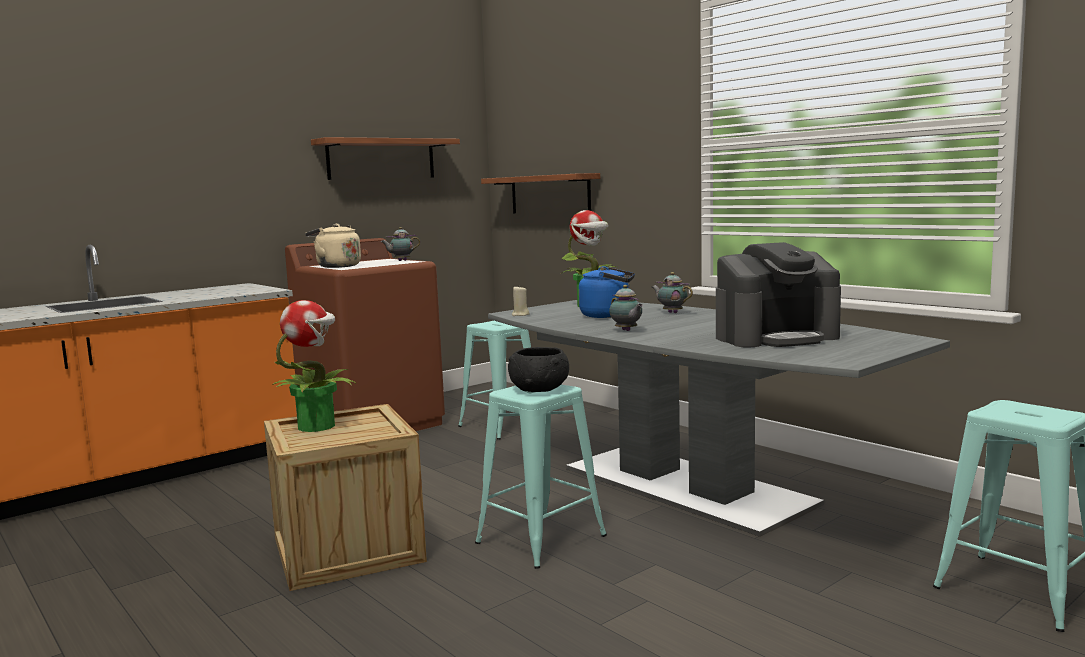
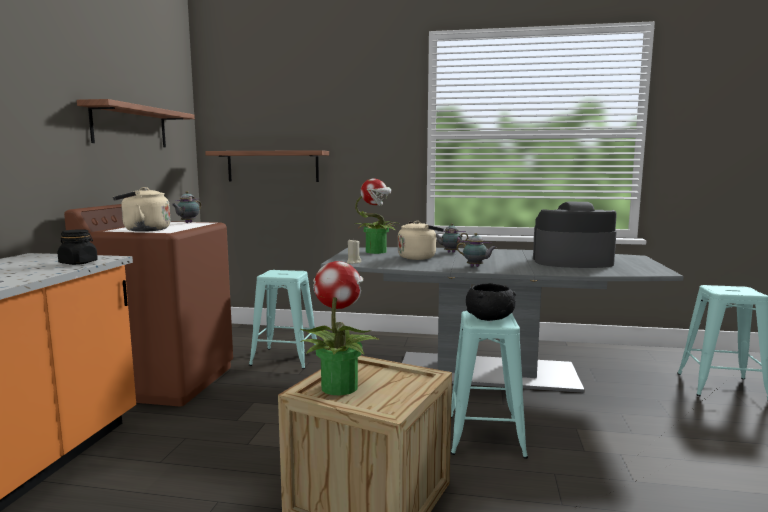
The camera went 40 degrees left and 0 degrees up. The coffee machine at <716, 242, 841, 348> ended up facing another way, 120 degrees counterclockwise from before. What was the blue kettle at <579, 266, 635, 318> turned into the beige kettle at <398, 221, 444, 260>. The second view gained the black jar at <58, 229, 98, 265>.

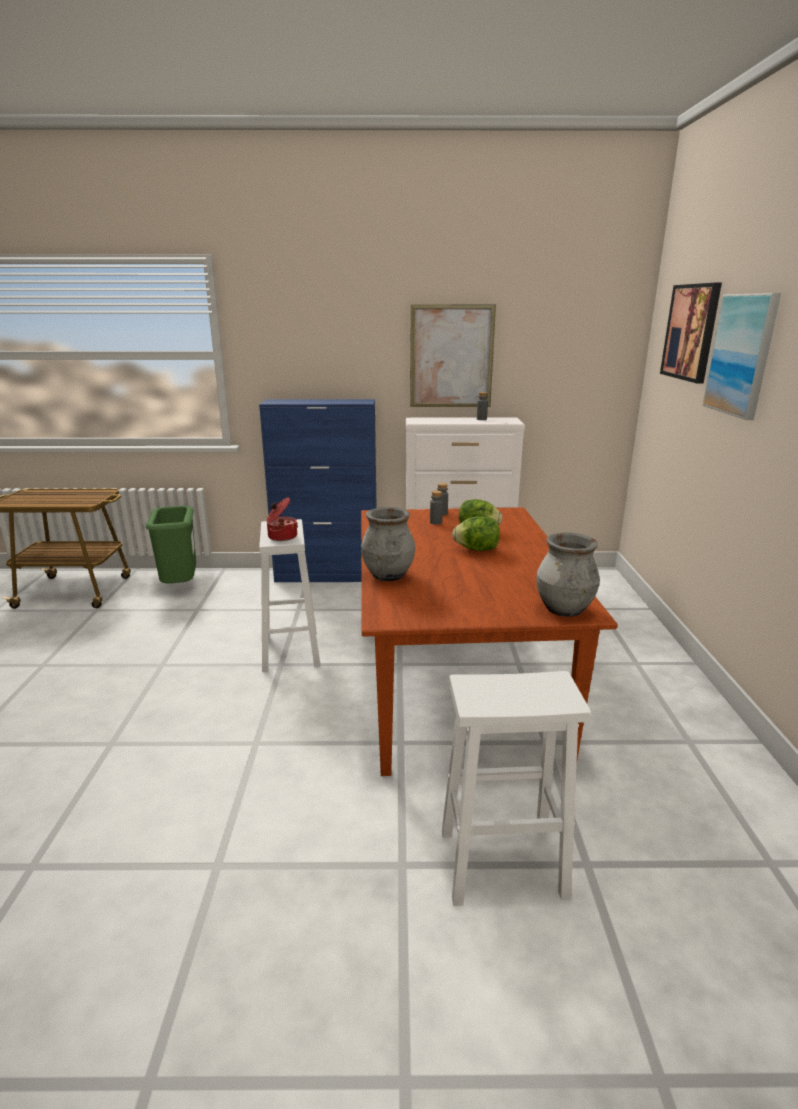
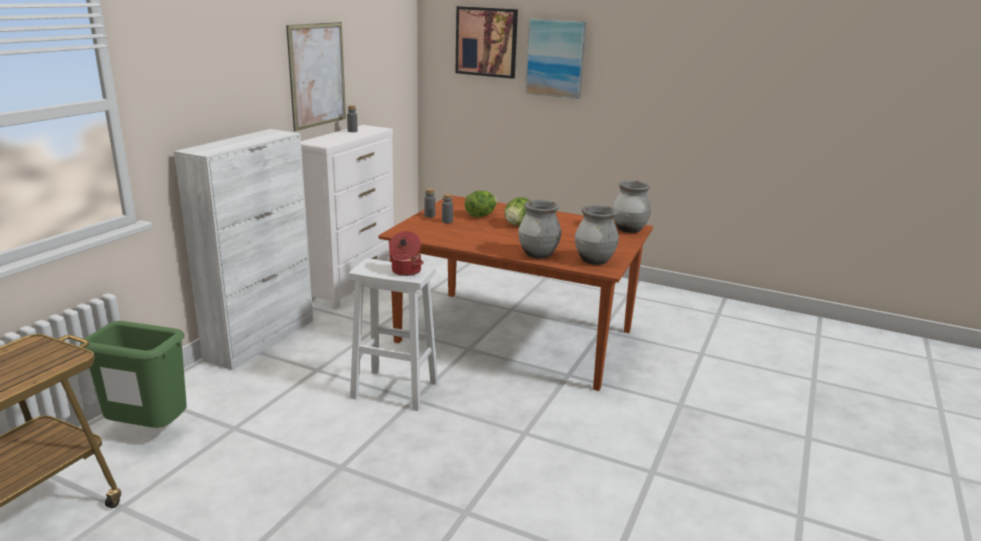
The camera went 65 degrees left and 0 degrees up. What was the blue cabinet at <259, 399, 377, 582> turned into the white cabinet at <174, 129, 313, 370>. The second view lost the white stool at <442, 671, 591, 906>. The second view gained the grey vase at <575, 205, 619, 265>.

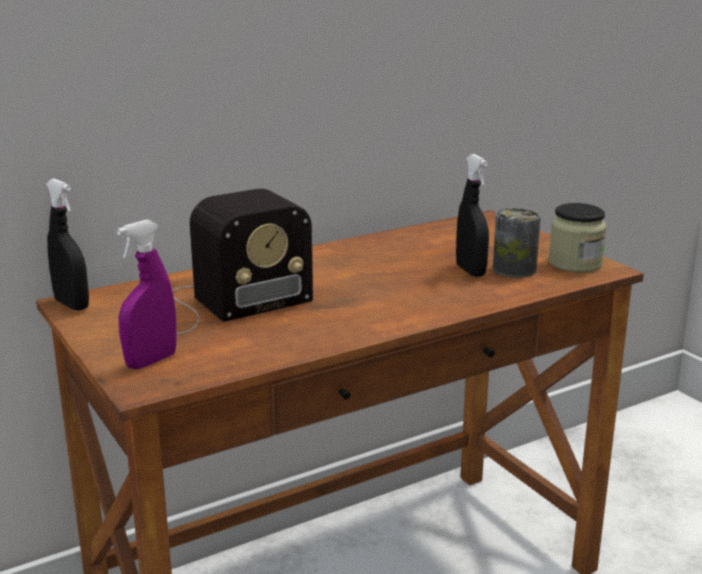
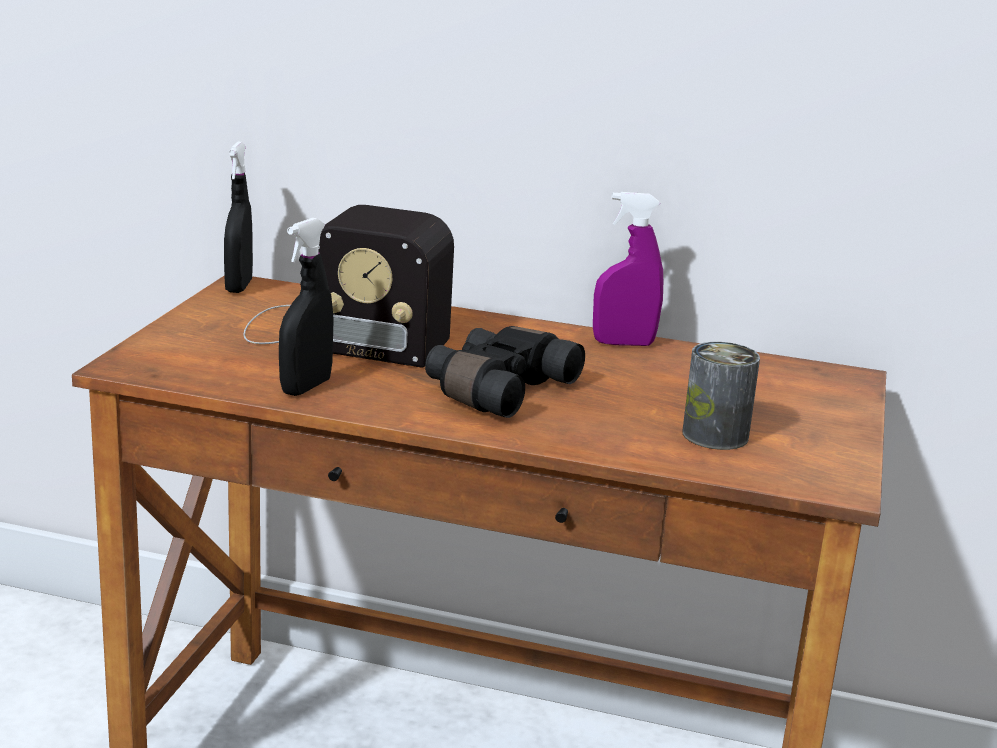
The camera went 45 degrees right and 0 degrees up. The black spray bottle ended up elsewhere, having gone from <456, 154, 489, 277> to <279, 218, 334, 396>. The second view lost the jar at <548, 203, 607, 273>. The purple spray bottle ended up elsewhere, having gone from <117, 220, 176, 369> to <593, 192, 663, 346>. The second view gained the black binoculars at <425, 326, 585, 418>.

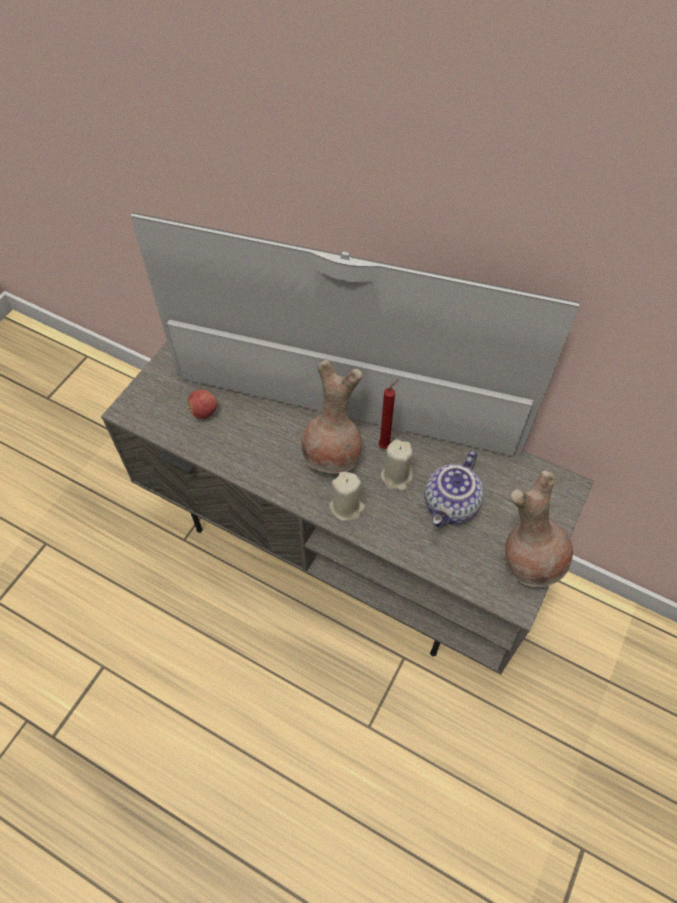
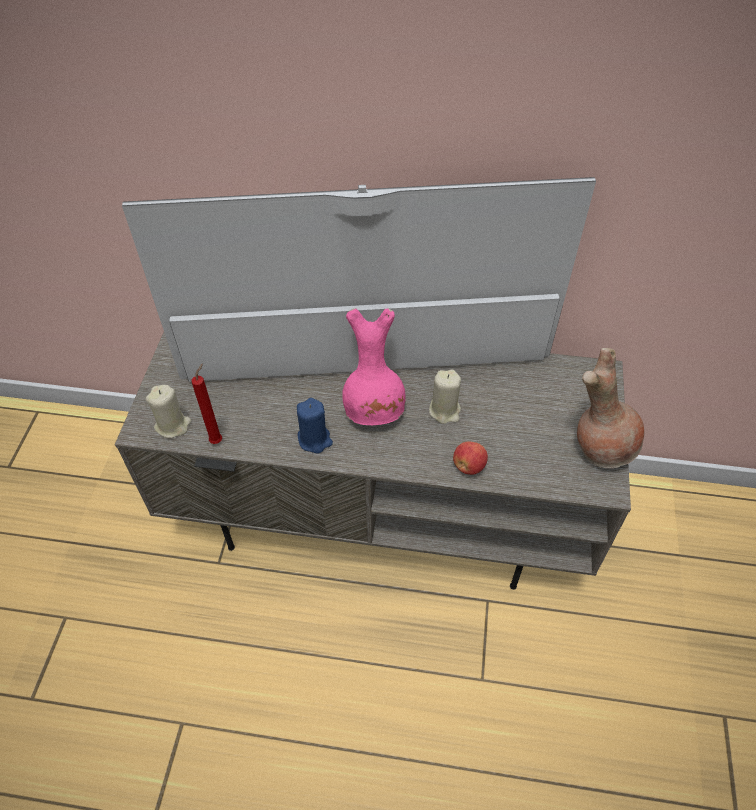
The camera went 20 degrees left and 5 degrees down. What was the brown vase at <301, 360, 362, 473> turned into the pink vase at <342, 308, 406, 426>. The red candle ended up elsewhere, having gone from <379, 379, 399, 449> to <191, 363, 222, 444>. The apple ended up elsewhere, having gone from <188, 390, 217, 419> to <453, 441, 488, 475>. The second view lost the teapot at <424, 451, 484, 527>. The beige candle ended up elsewhere, having gone from <329, 472, 366, 521> to <146, 385, 191, 438>. The second view gained the blue candle at <297, 398, 333, 454>.

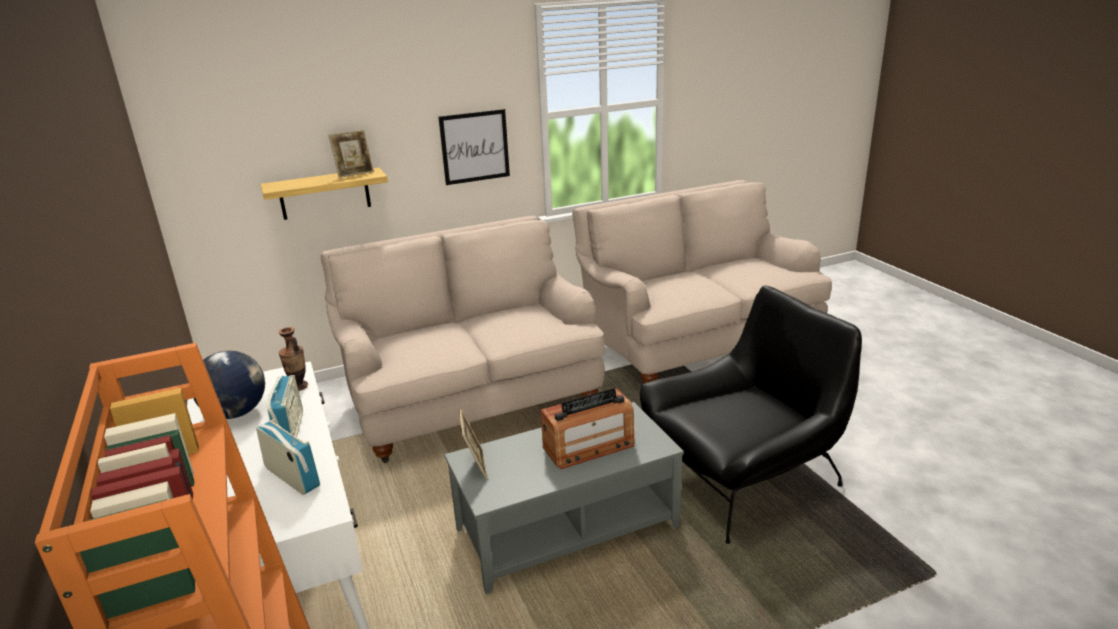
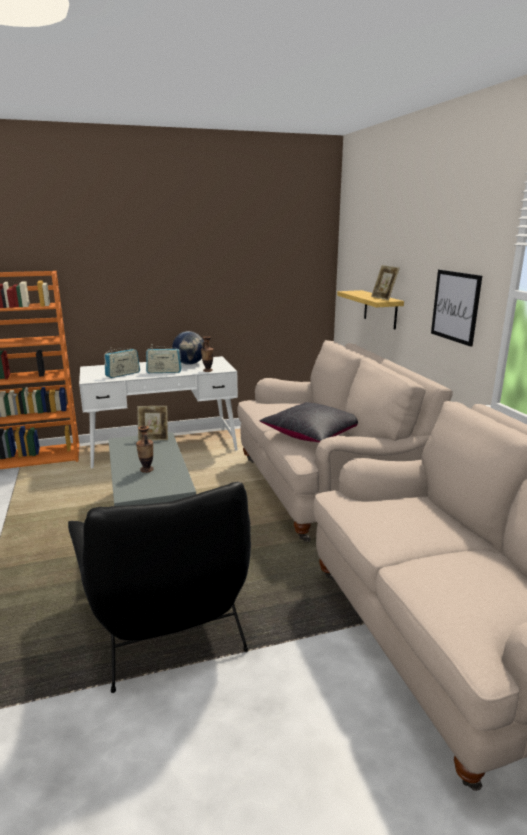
The camera went 95 degrees right and 5 degrees down. Where the radio stood at <541, 388, 635, 469>, the vase came to stand at <136, 426, 153, 473>. The second view gained the black pillow at <259, 402, 358, 443>.

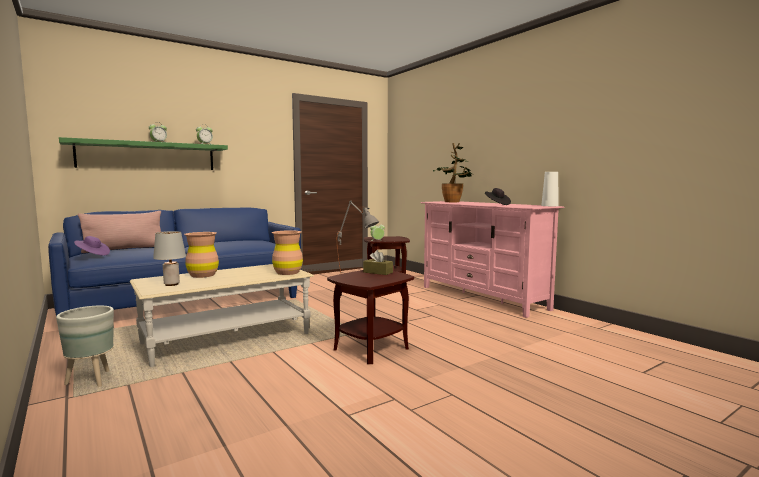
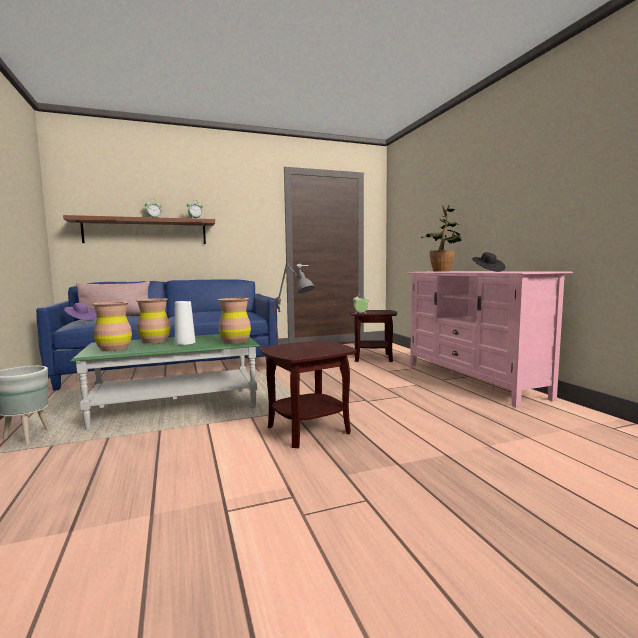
The camera went 15 degrees right and 0 degrees up. What was the green shelf at <59, 137, 228, 170> turned into the brown shelf at <63, 215, 215, 244>. The white vase ended up elsewhere, having gone from <541, 172, 559, 206> to <175, 301, 195, 345>. Where the grey table lamp stood at <153, 231, 186, 286>, the brown vase came to stand at <92, 302, 132, 351>. The second view lost the brown tissue box at <363, 250, 393, 275>. What was the beige coffee table at <130, 264, 314, 367> turned into the green coffee table at <71, 334, 259, 429>.

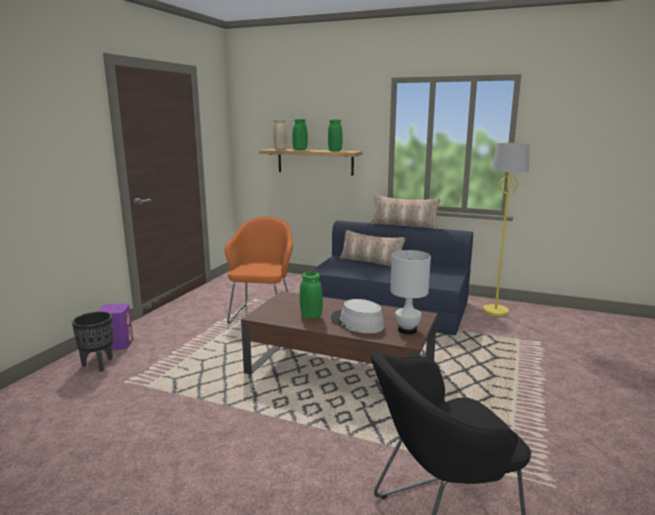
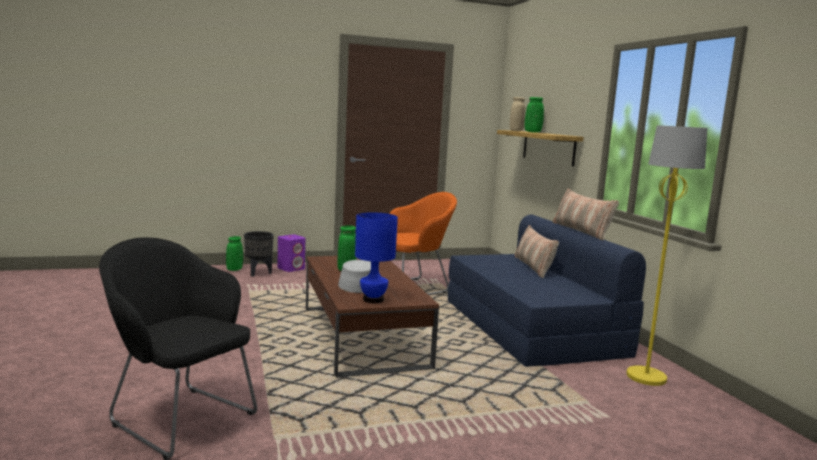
The camera went 50 degrees right and 5 degrees down. The green vase ended up elsewhere, having gone from <328, 119, 342, 151> to <226, 236, 243, 271>. What was the white table lamp at <391, 250, 431, 334> turned into the blue table lamp at <355, 212, 398, 303>.

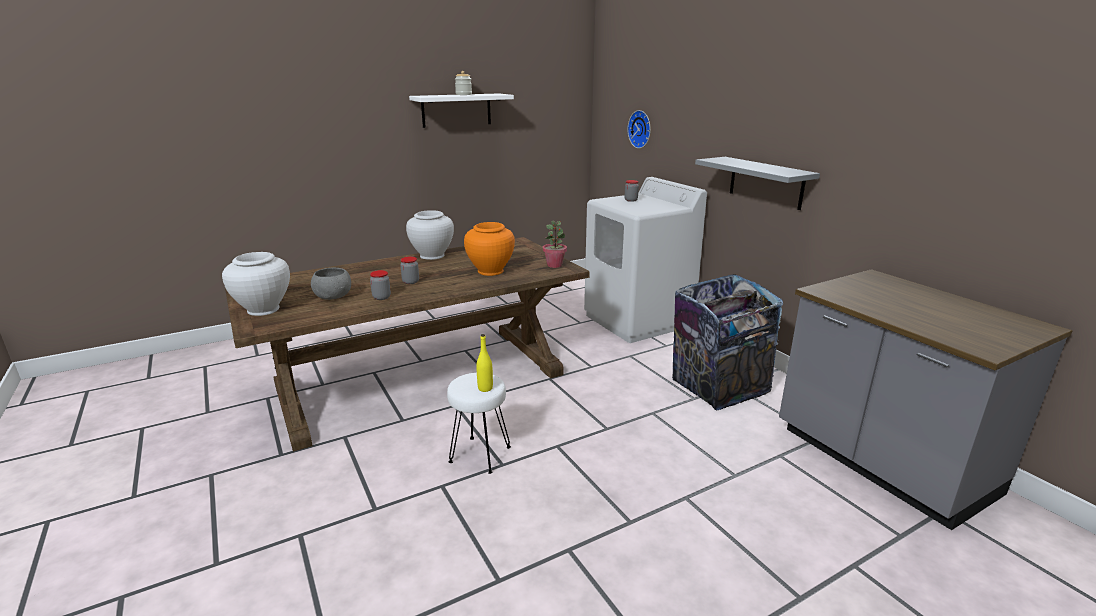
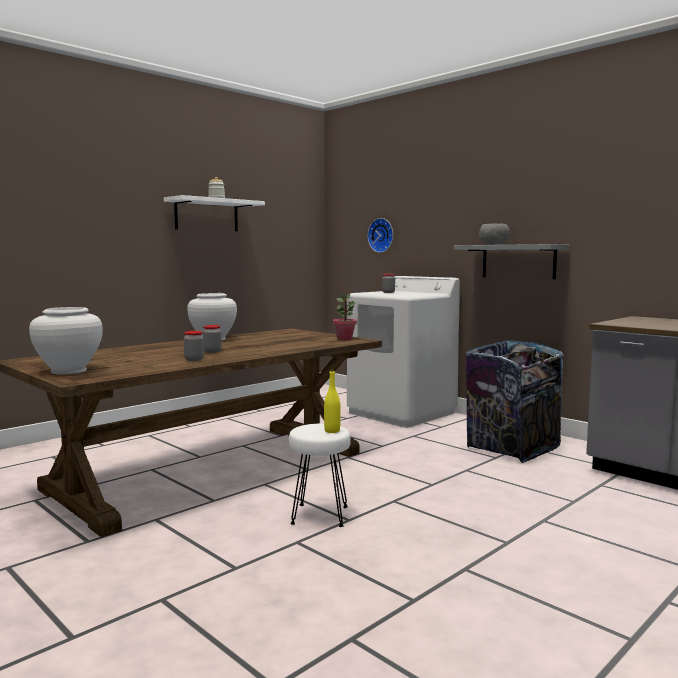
The camera went 15 degrees left and 15 degrees down. The second view lost the orange vase at <464, 222, 515, 276>. The grey bowl ended up elsewhere, having gone from <311, 267, 351, 300> to <479, 224, 510, 245>.

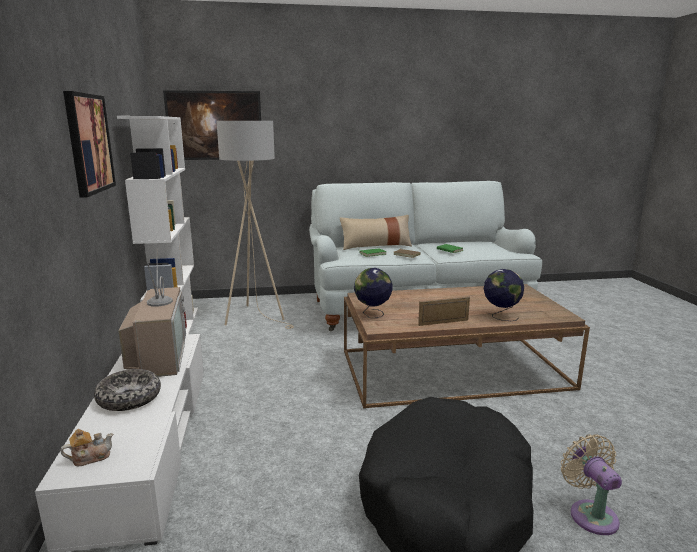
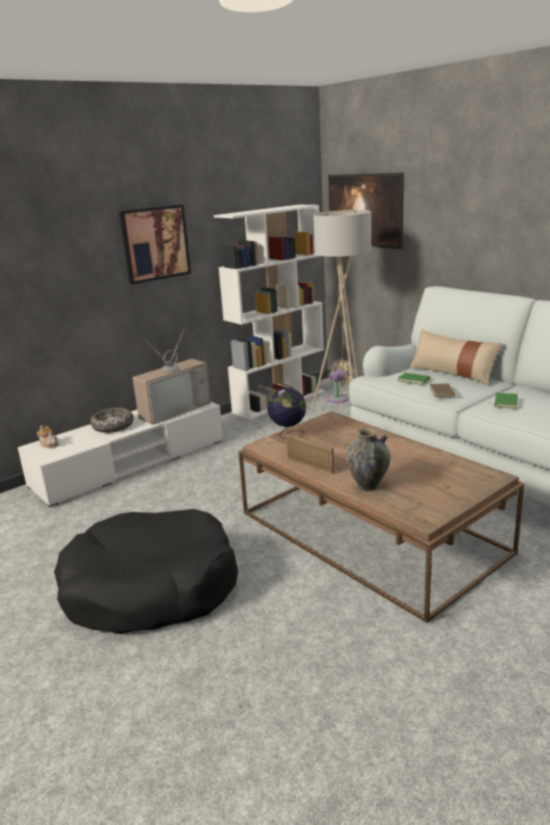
The camera went 60 degrees right and 5 degrees up. Where the globe stood at <484, 269, 524, 321>, the vase came to stand at <346, 427, 391, 492>. The beige fan ended up elsewhere, having gone from <561, 434, 622, 535> to <327, 359, 355, 403>.

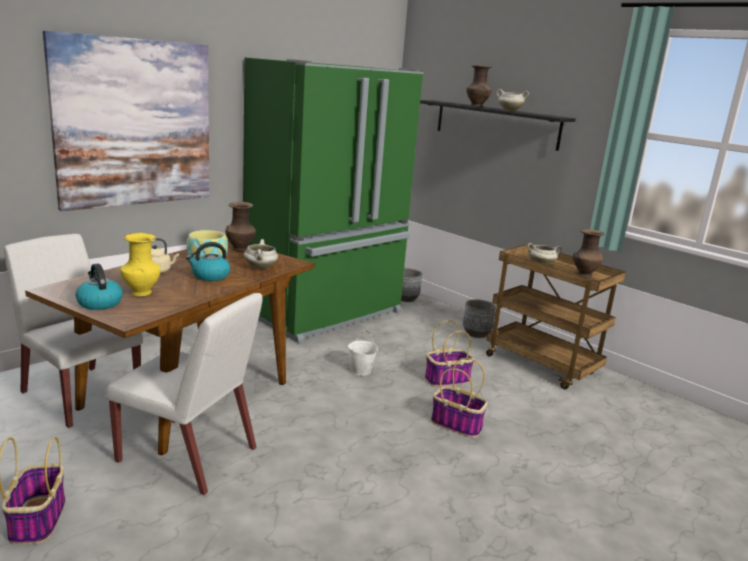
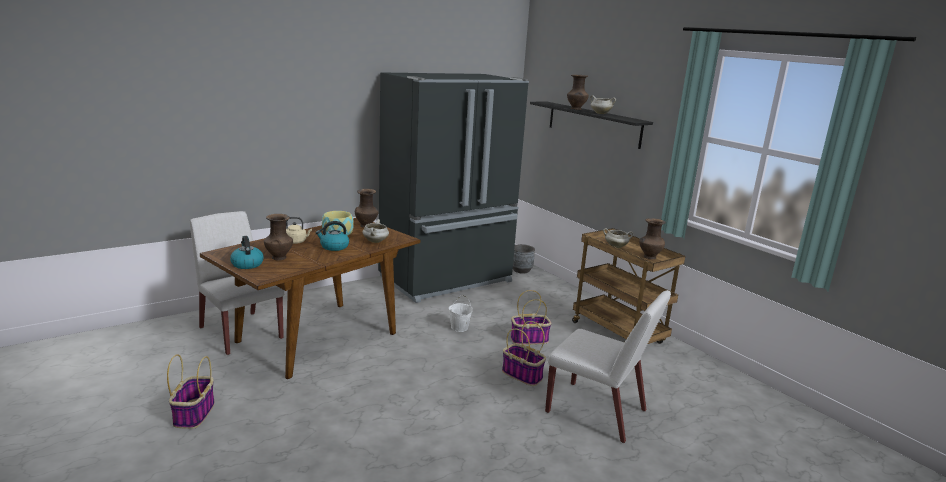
The camera went 10 degrees right and 0 degrees up. The second view lost the picture at <43, 30, 209, 211>. What was the green fridge at <243, 58, 424, 343> turned into the black fridge at <378, 72, 529, 303>. What was the yellow vase at <120, 233, 161, 296> turned into the brown vase at <264, 214, 293, 260>. The white chair ended up elsewhere, having gone from <105, 293, 263, 495> to <545, 290, 671, 443>. The second view lost the grey planter at <463, 299, 496, 338>.

